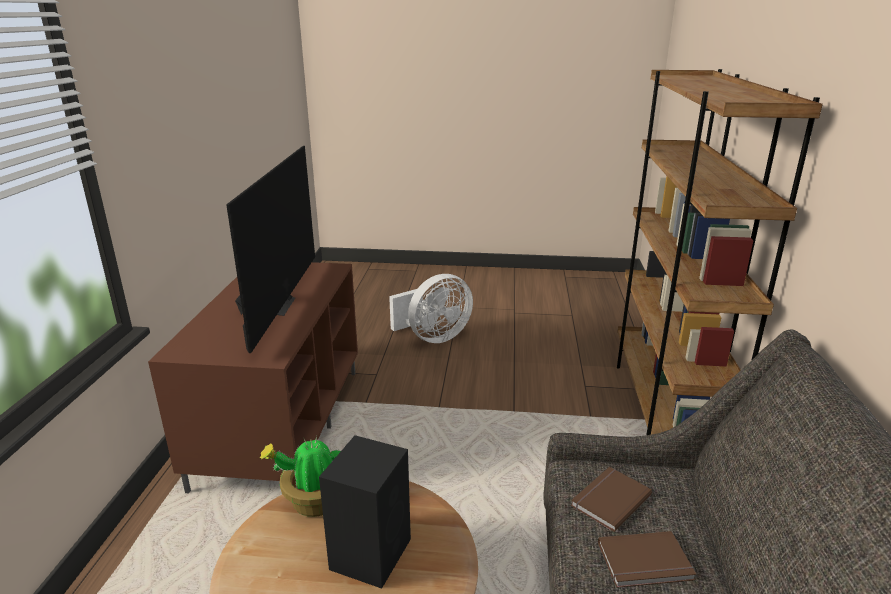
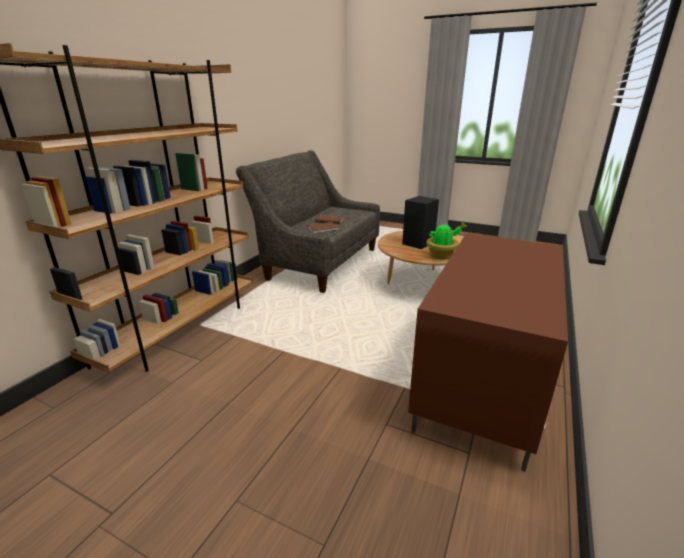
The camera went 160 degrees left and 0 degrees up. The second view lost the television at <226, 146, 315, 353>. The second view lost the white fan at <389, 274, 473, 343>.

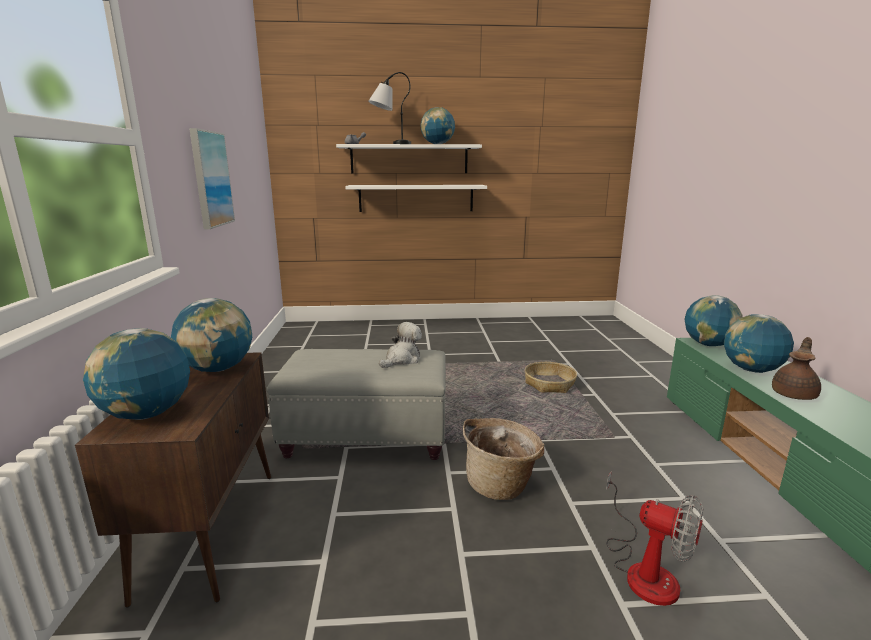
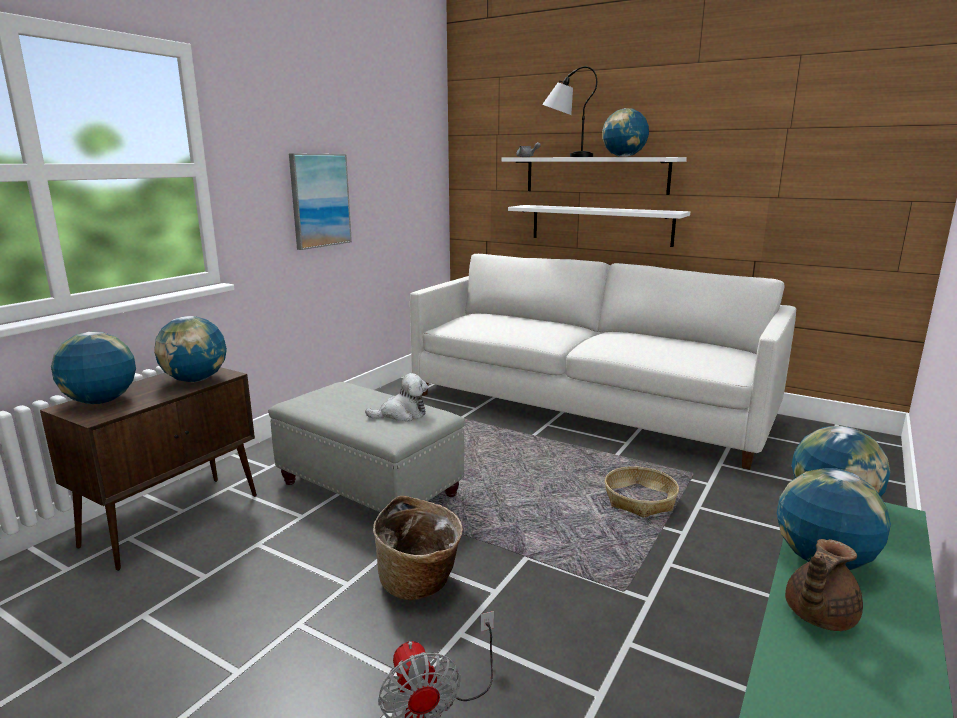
The camera went 35 degrees right and 0 degrees up. The brown teapot at <772, 337, 821, 400> ended up facing another way, 150 degrees clockwise from before. The second view gained the white sofa at <410, 254, 796, 470>.

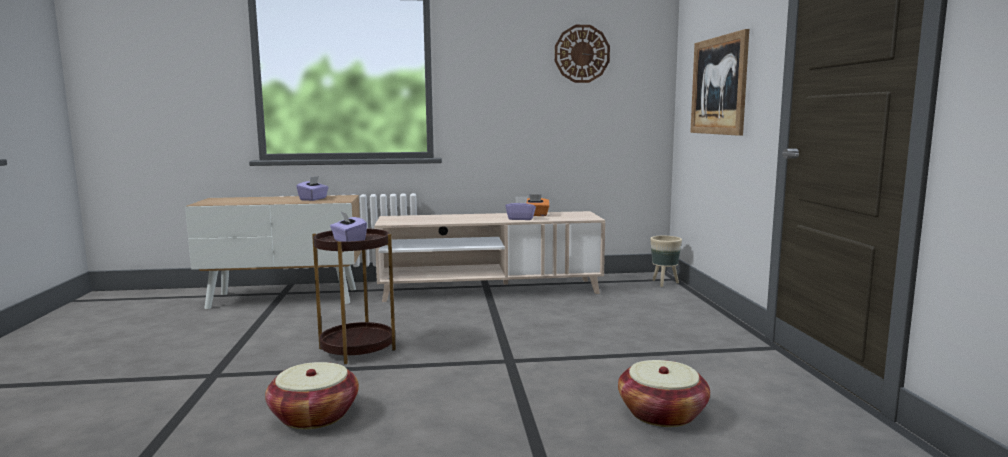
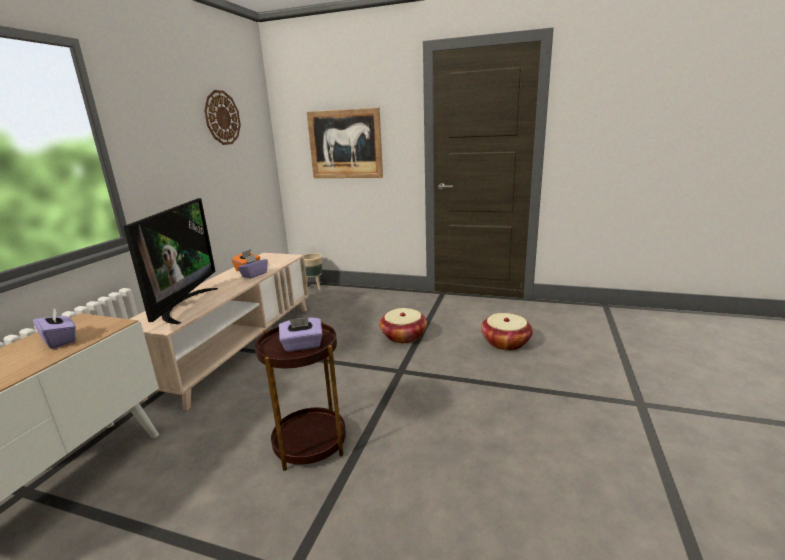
The camera went 65 degrees left and 10 degrees up. The basket ended up elsewhere, having gone from <265, 362, 359, 429> to <379, 308, 427, 343>. The second view gained the television at <123, 198, 218, 324>.

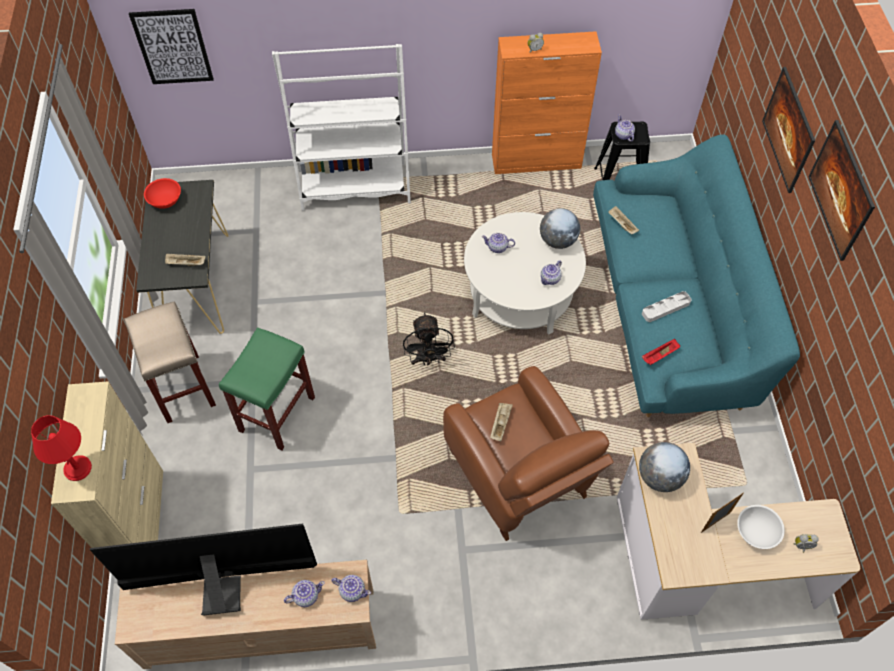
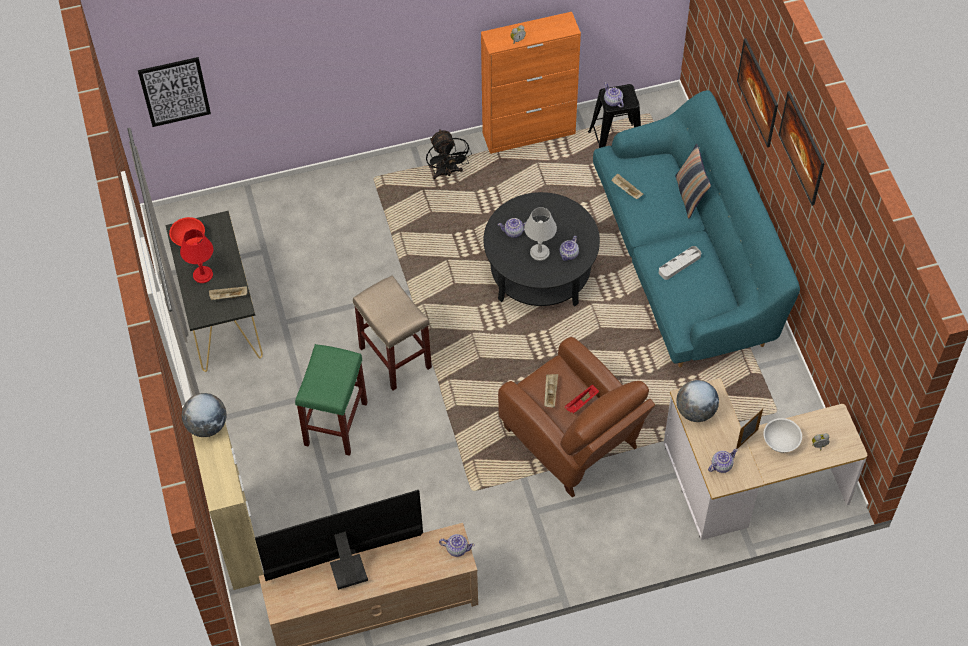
The camera went 10 degrees left and 0 degrees up. The second view lost the white bookcase at <272, 44, 411, 211>. The globe ended up elsewhere, having gone from <540, 208, 580, 249> to <182, 393, 227, 437>. What was the white coffee table at <464, 212, 586, 335> turned into the black coffee table at <483, 192, 600, 306>. The beige stool ended up elsewhere, having gone from <124, 302, 216, 423> to <353, 275, 432, 391>. The black fan ended up elsewhere, having gone from <403, 313, 455, 365> to <426, 129, 472, 179>. The red tray ended up elsewhere, having gone from <642, 339, 680, 365> to <564, 384, 599, 414>. The red table lamp ended up elsewhere, having gone from <31, 415, 92, 481> to <180, 229, 213, 283>. The teapot ended up elsewhere, having gone from <284, 580, 325, 607> to <708, 449, 738, 473>. The second view gained the pillow at <675, 144, 711, 219>. The second view gained the grey table lamp at <524, 207, 557, 261>.

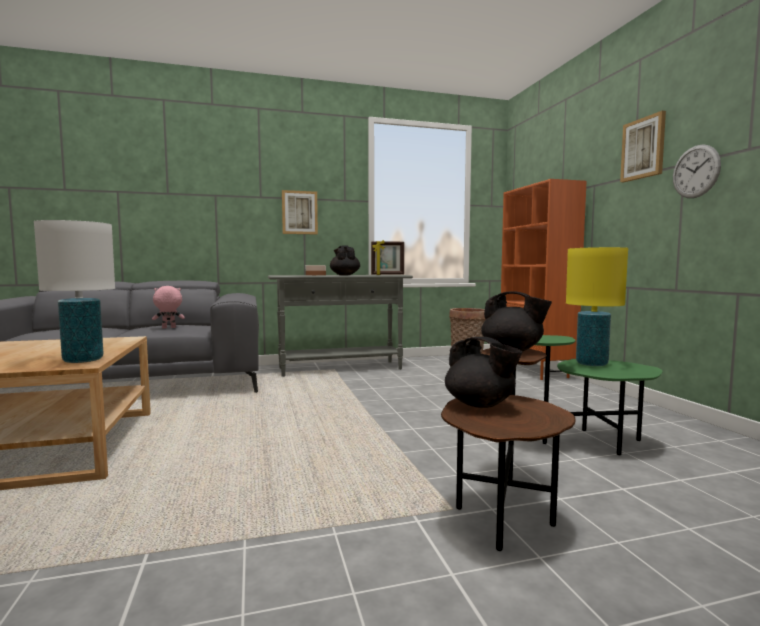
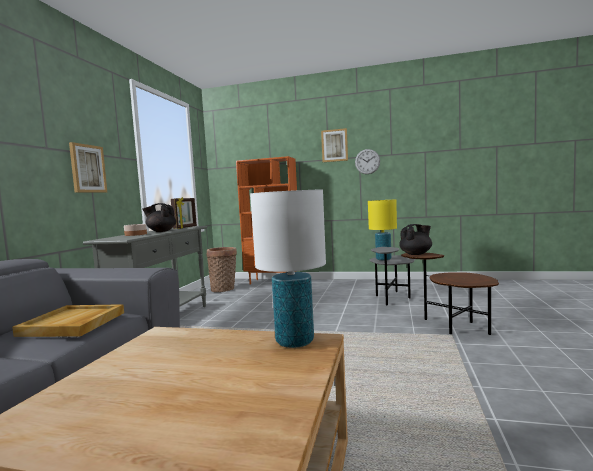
The camera went 60 degrees left and 0 degrees up. Where the pink plush toy stood at <152, 286, 185, 329>, the beige tray came to stand at <12, 304, 124, 337>. What was the green side table at <535, 335, 663, 455> turned into the grey side table at <370, 247, 415, 305>. The second view lost the black teapot at <445, 337, 523, 408>.

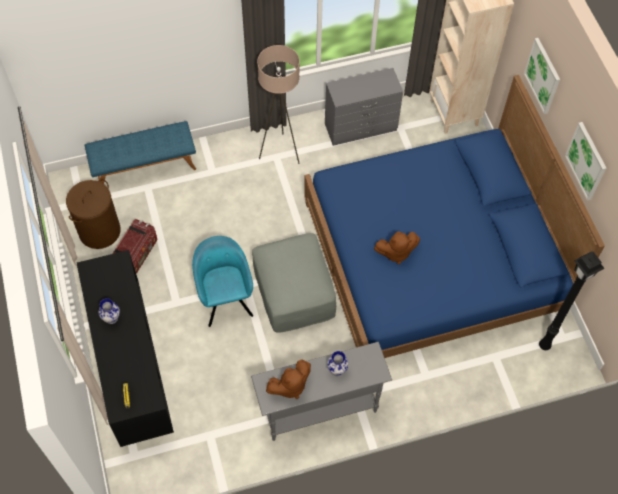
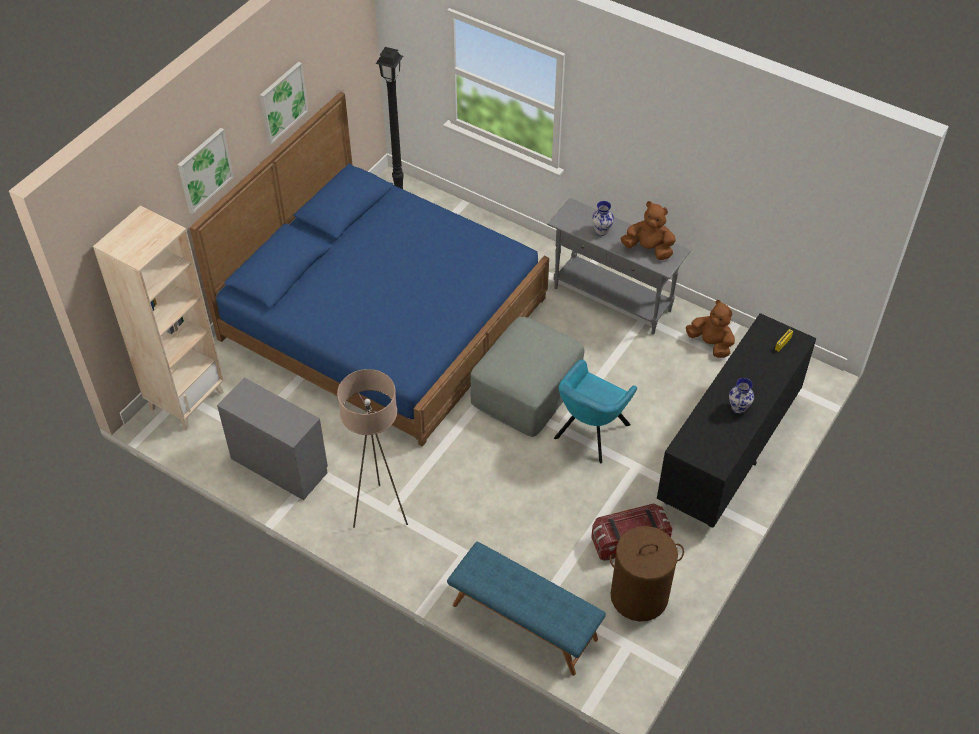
The camera went 130 degrees left and 10 degrees down. The brown plush toy ended up elsewhere, having gone from <374, 232, 420, 264> to <686, 300, 735, 358>.

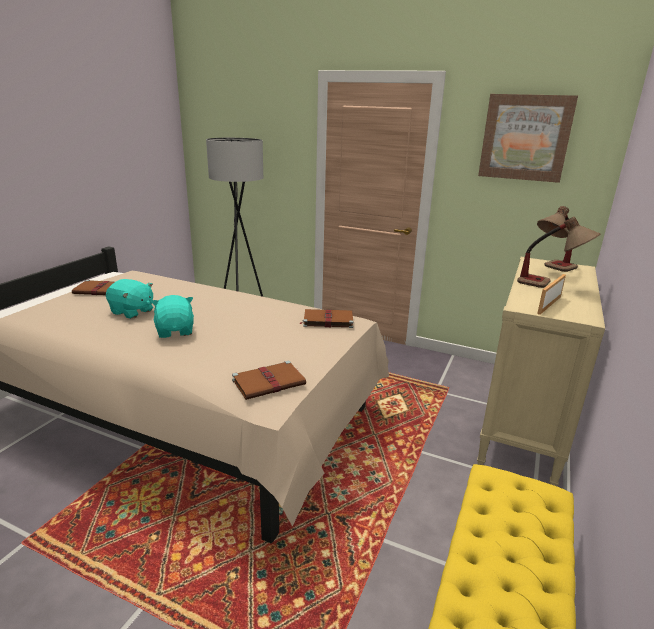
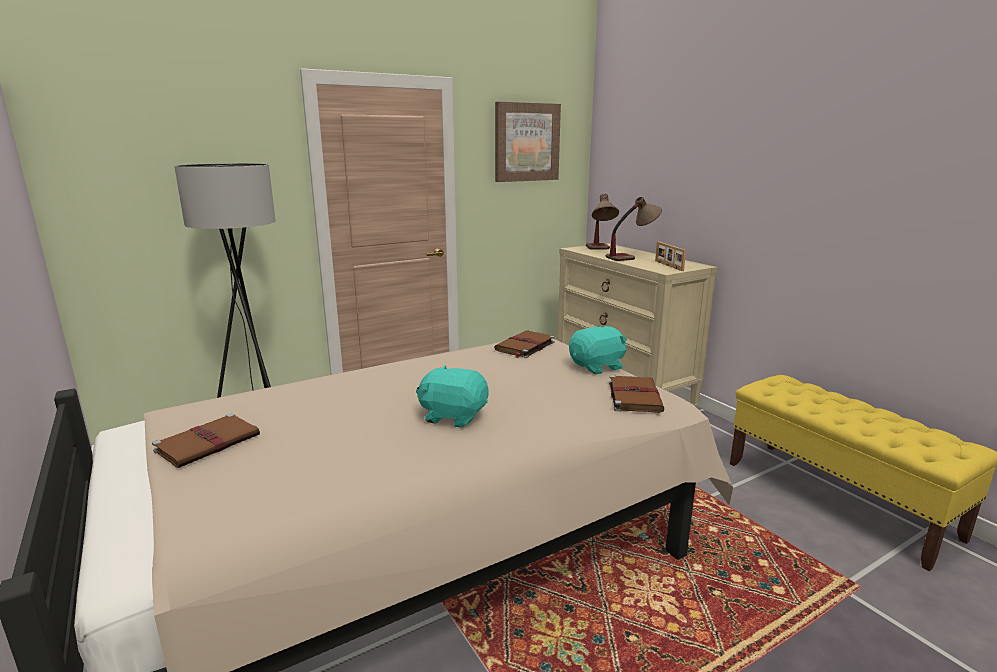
The camera went 55 degrees left and 5 degrees down. The turquoise plush toy ended up elsewhere, having gone from <106, 279, 153, 319> to <569, 325, 627, 374>.

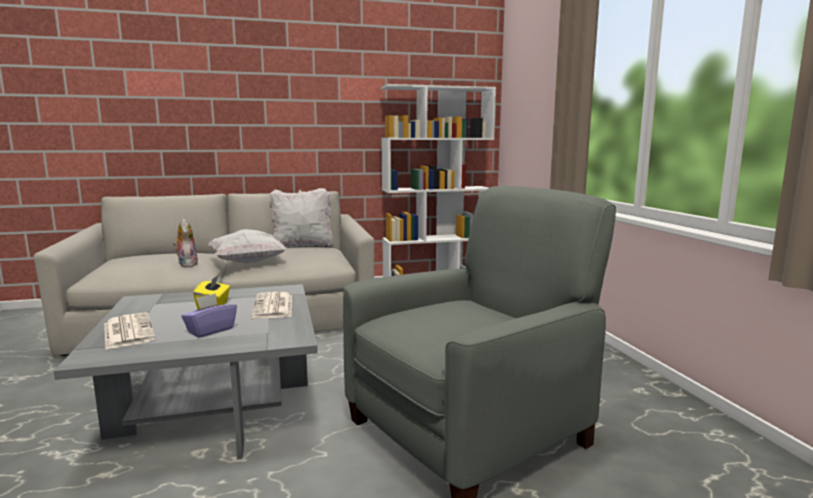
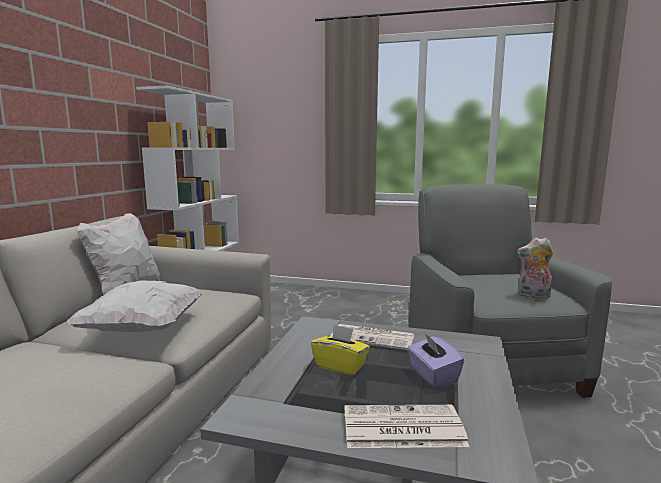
The camera went 60 degrees left and 0 degrees up. The plush toy ended up elsewhere, having gone from <173, 218, 198, 267> to <517, 237, 553, 299>.

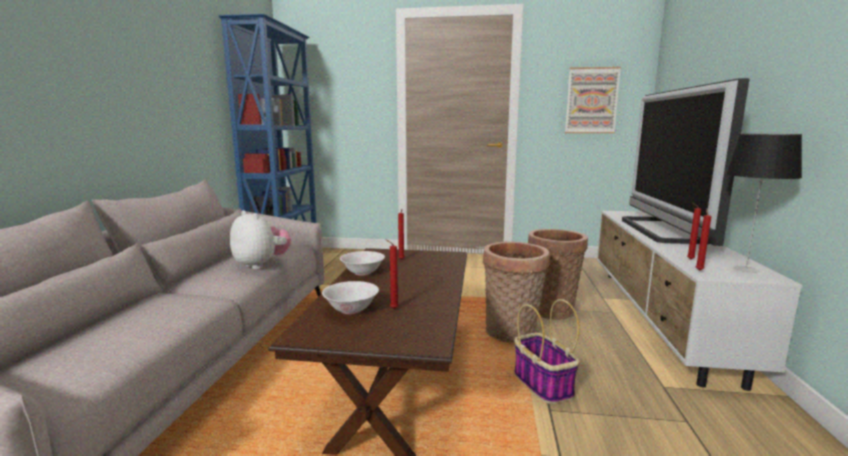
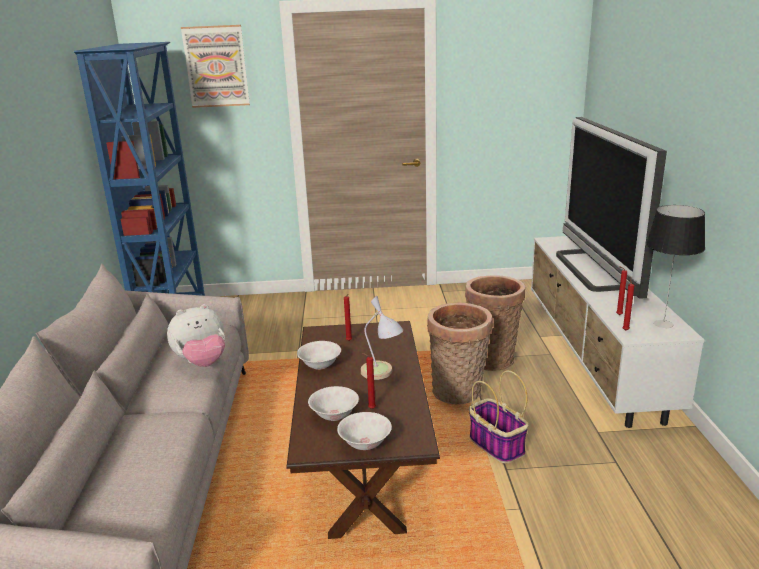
The camera went 10 degrees left and 10 degrees up. The picture ended up elsewhere, having gone from <565, 67, 621, 133> to <181, 25, 250, 108>. The plush toy at <230, 210, 291, 270> ended up facing another way, 120 degrees clockwise from before. The second view gained the table lamp at <361, 296, 403, 380>. The second view gained the white bowl at <337, 412, 392, 450>.

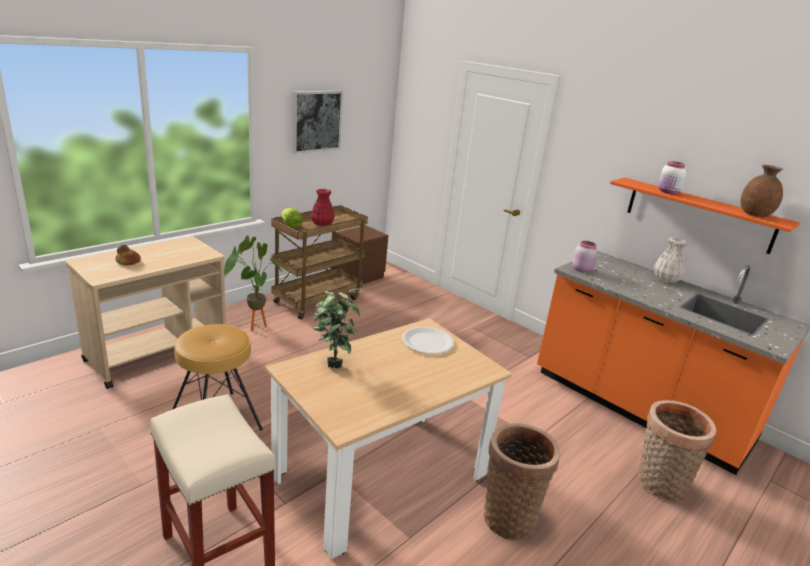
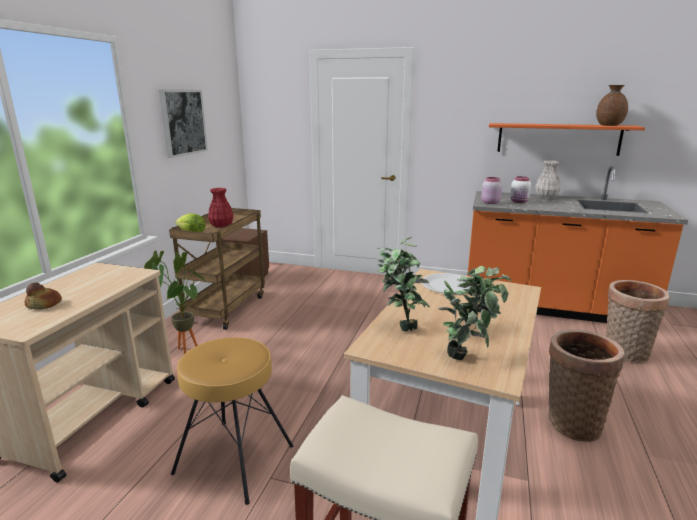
The camera went 25 degrees left and 5 degrees down. The white jar ended up elsewhere, having gone from <658, 161, 686, 194> to <510, 176, 531, 203>. The second view gained the potted plant at <439, 266, 512, 360>.

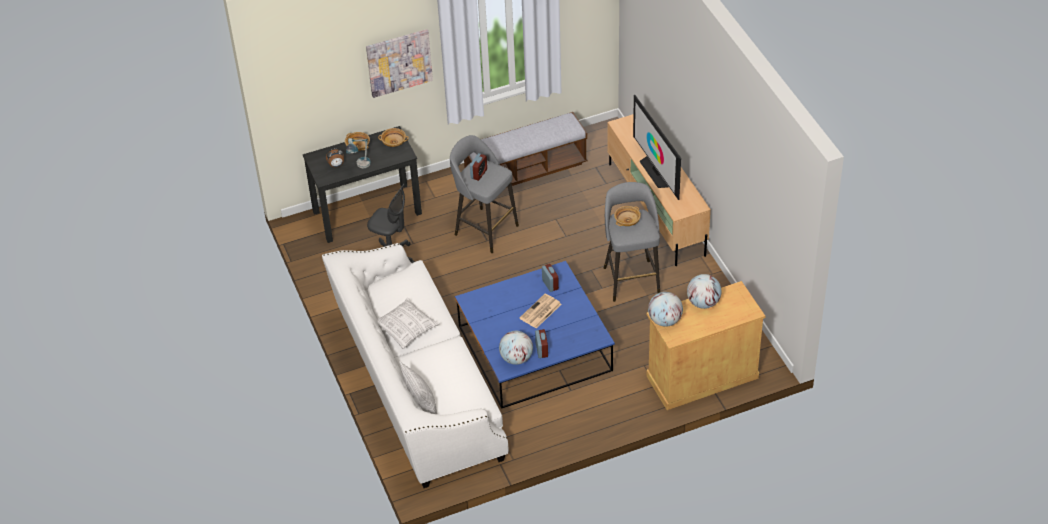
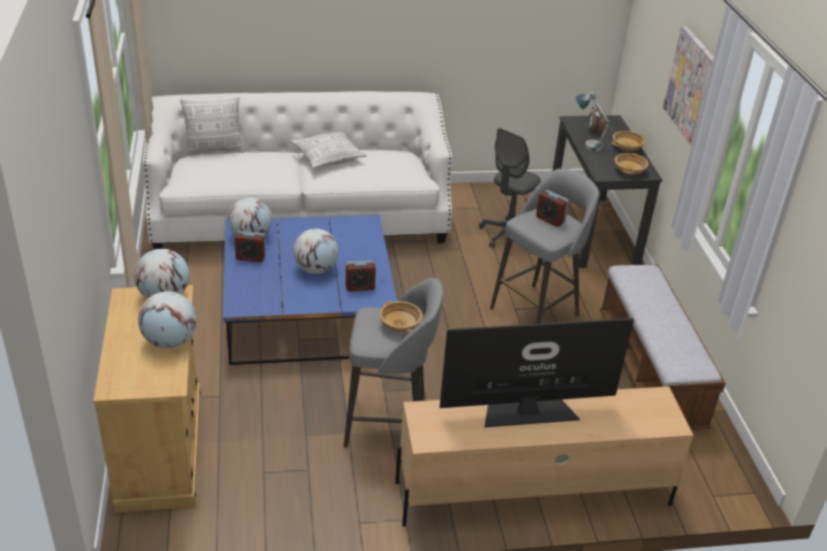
The camera went 100 degrees right and 10 degrees down. Where the newspaper stood at <520, 294, 561, 329>, the globe came to stand at <293, 229, 339, 274>.

